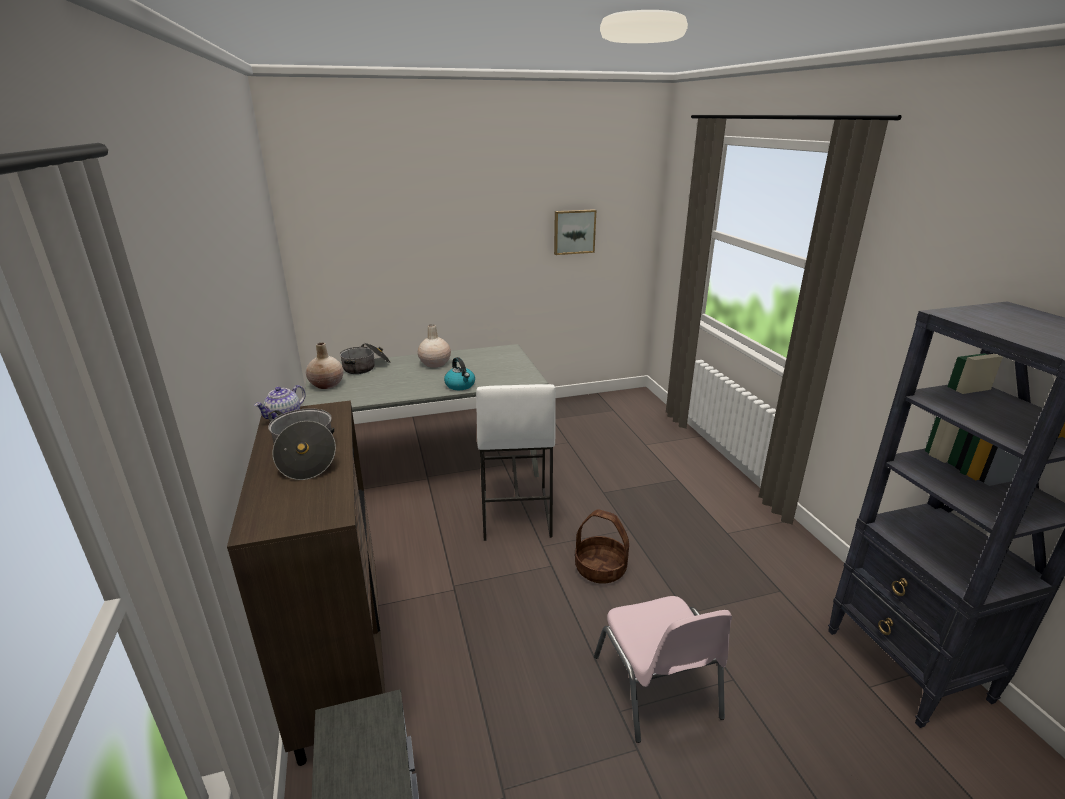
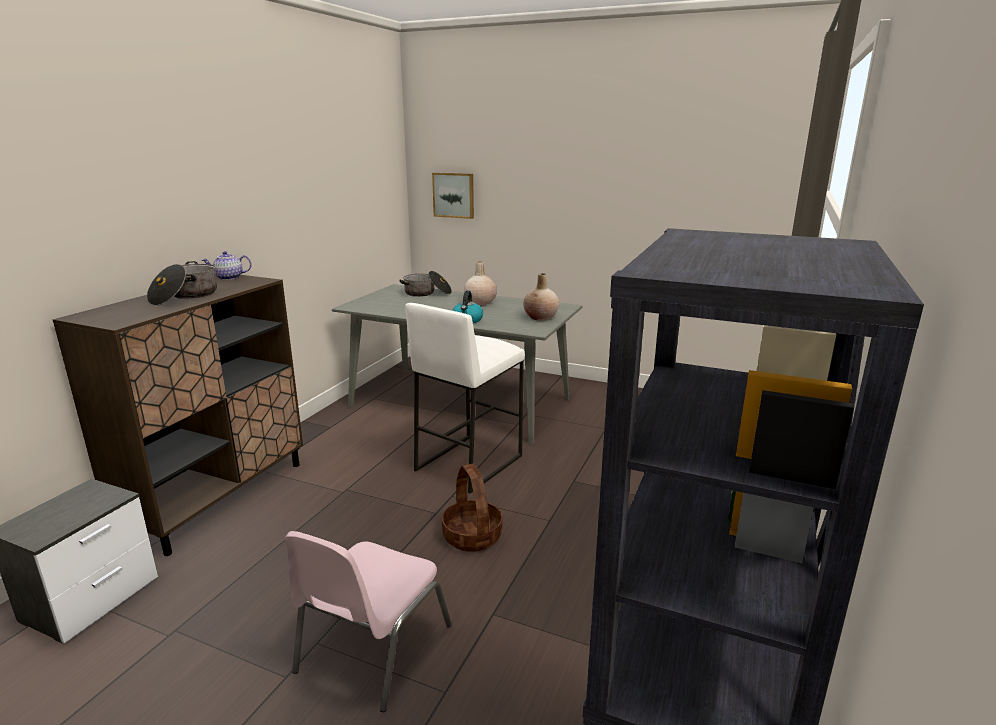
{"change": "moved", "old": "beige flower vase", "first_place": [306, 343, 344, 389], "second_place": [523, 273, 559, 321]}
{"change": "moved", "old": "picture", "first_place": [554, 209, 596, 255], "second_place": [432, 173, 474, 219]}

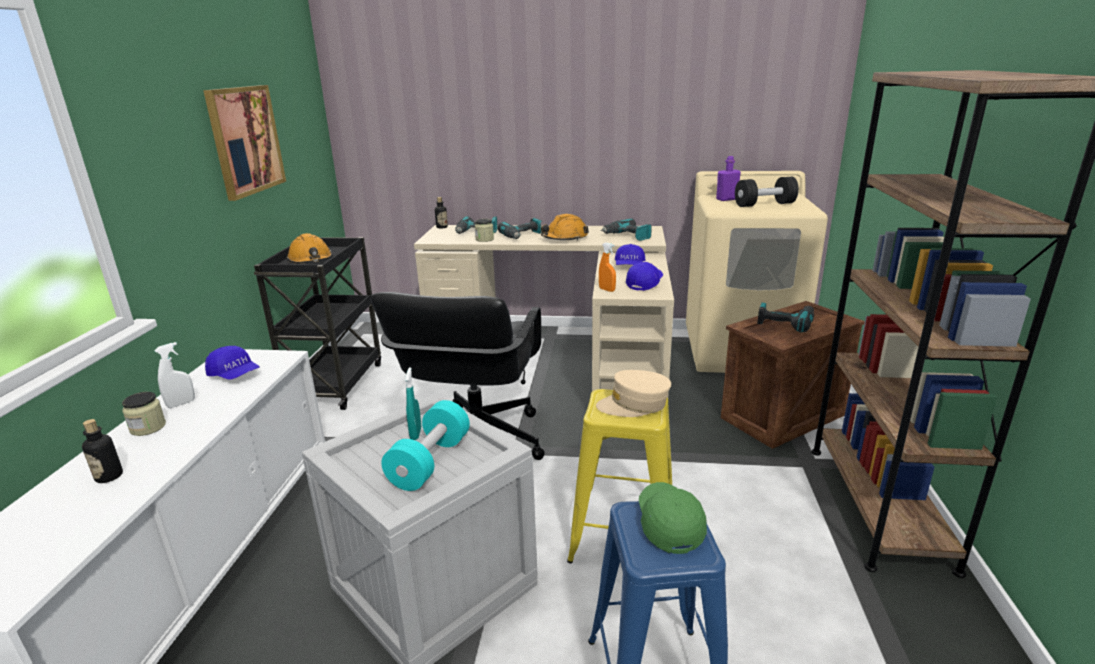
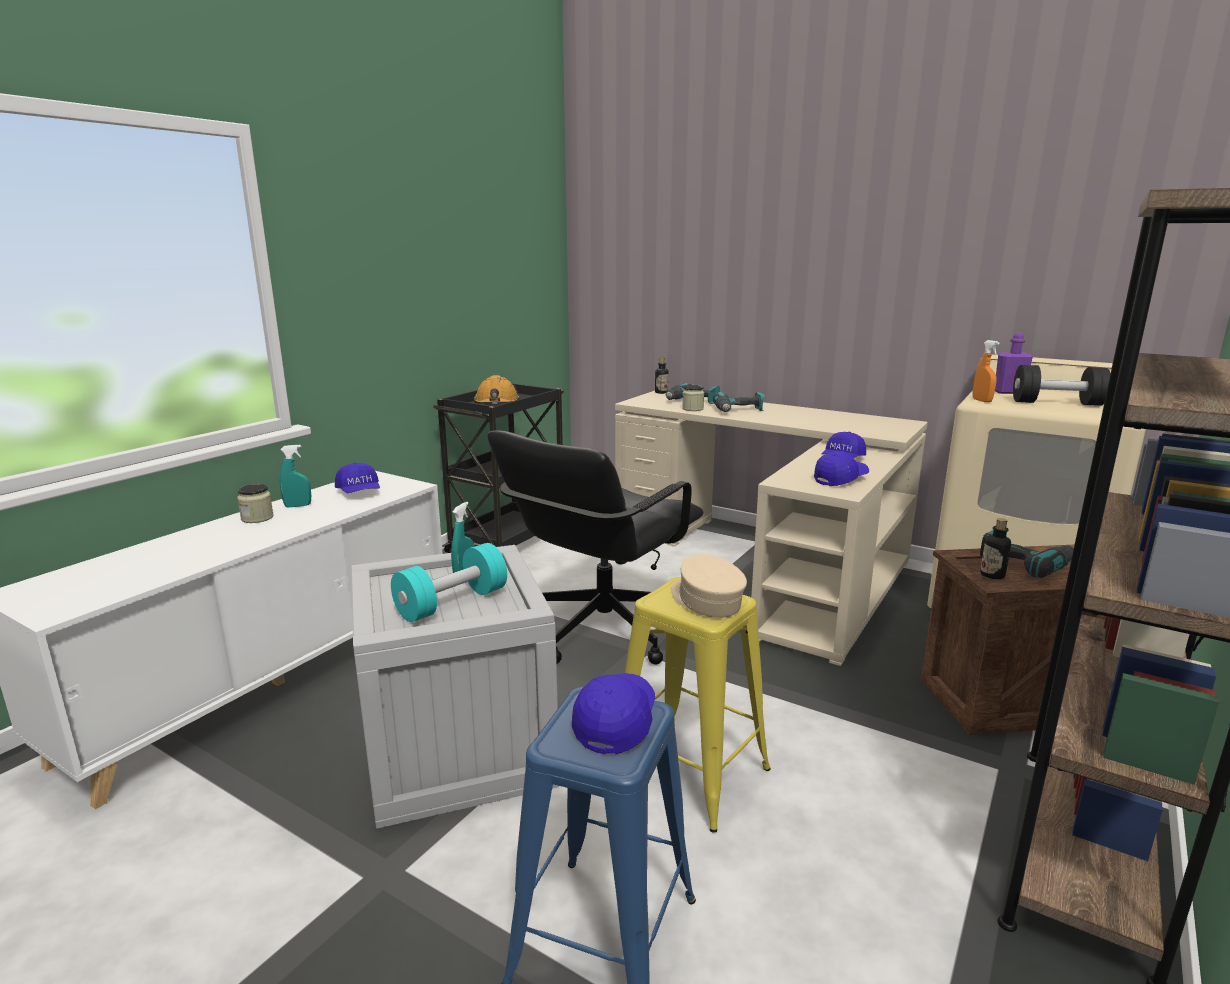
{"change": "removed", "old": "picture", "first_place": [203, 85, 286, 201]}
{"change": "removed", "old": "orange-coloured safety helmet", "first_place": [541, 214, 589, 241]}
{"change": "removed", "old": "electric drill", "first_place": [601, 218, 652, 241]}
{"change": "moved", "old": "drink bottle", "first_place": [82, 419, 123, 483], "second_place": [980, 518, 1011, 579]}
{"change": "moved", "old": "orange-coloured hand sprayer", "first_place": [599, 242, 616, 292], "second_place": [972, 340, 1000, 402]}
{"change": "recoloured", "old": "white hand sprayer", "new": "blue-green hand sprayer", "first_place": [154, 342, 195, 408], "second_place": [280, 445, 311, 508]}
{"change": "recoloured", "old": "green-coloured baseball cap", "new": "blue baseball cap", "first_place": [639, 482, 707, 554], "second_place": [572, 673, 655, 755]}
{"change": "turned", "old": "beige baseball cap", "first_place": [596, 370, 671, 417], "second_place": [671, 554, 747, 618], "degrees": 45}

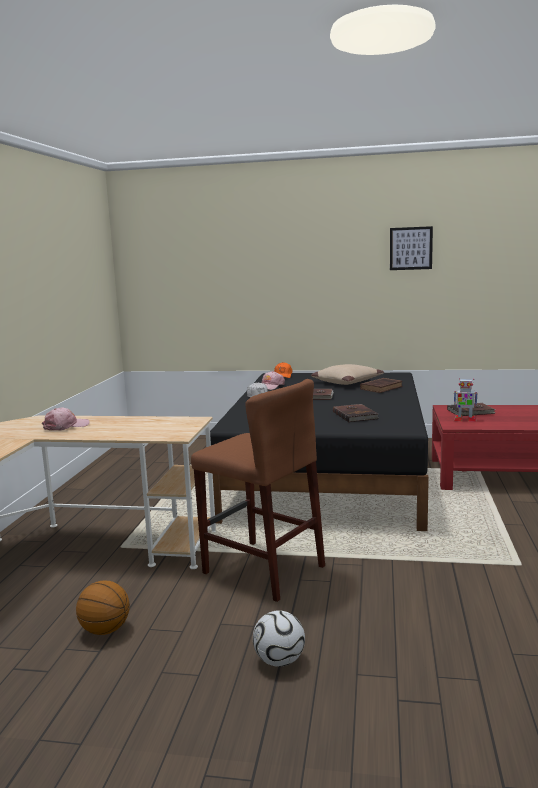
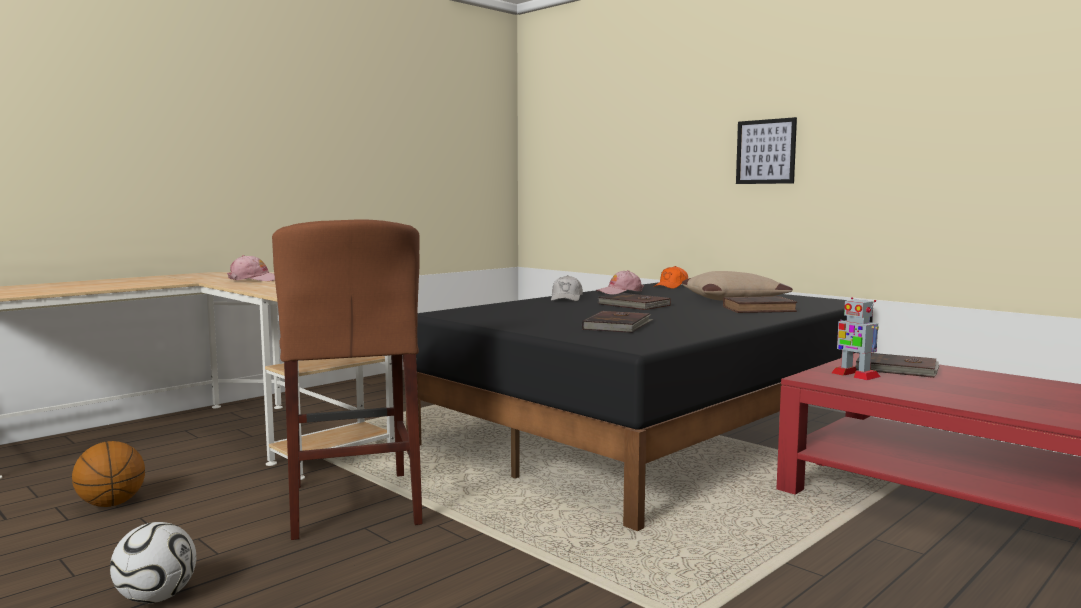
{"change": "moved", "old": "picture", "first_place": [390, 226, 433, 270], "second_place": [736, 117, 797, 184]}

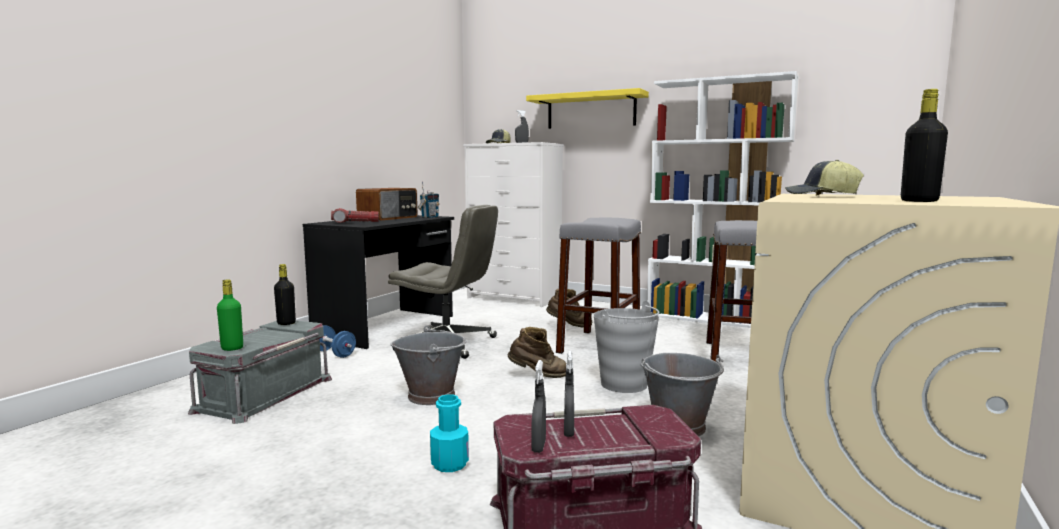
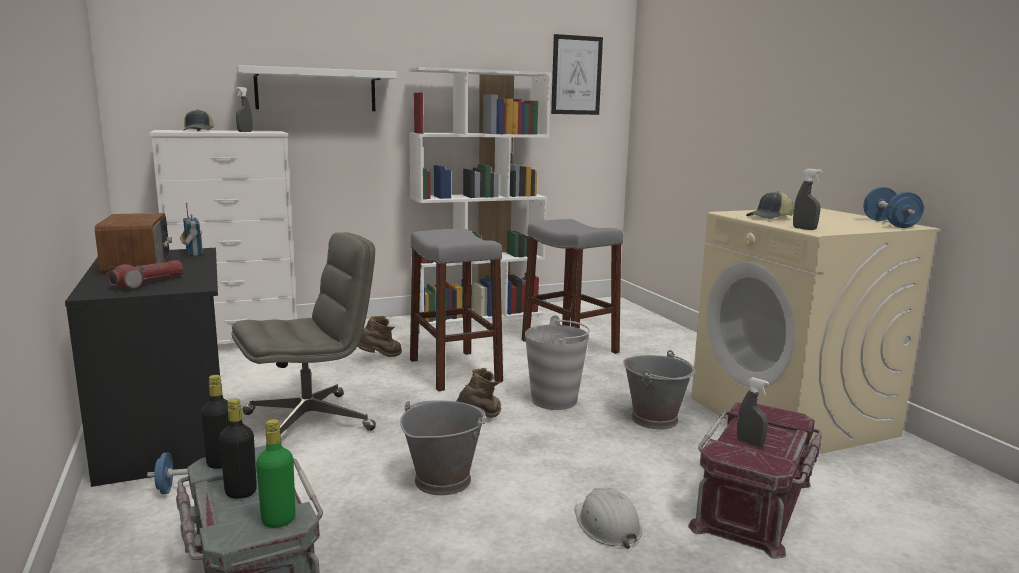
{"change": "added", "new": "picture", "second_place": [551, 34, 603, 115]}
{"change": "added", "new": "blue dumbbell", "second_place": [863, 187, 924, 228]}
{"change": "moved", "old": "gray hand sprayer", "first_place": [531, 360, 546, 453], "second_place": [793, 169, 822, 230]}
{"change": "moved", "old": "black drink bottle", "first_place": [901, 89, 948, 202], "second_place": [219, 398, 257, 499]}
{"change": "replaced", "old": "blue-green drink bottle", "new": "white safety helmet", "first_place": [430, 394, 469, 472], "second_place": [575, 487, 642, 549]}
{"change": "recoloured", "old": "yellowish shelf", "new": "white shelf", "first_place": [526, 88, 649, 129], "second_place": [237, 65, 397, 111]}

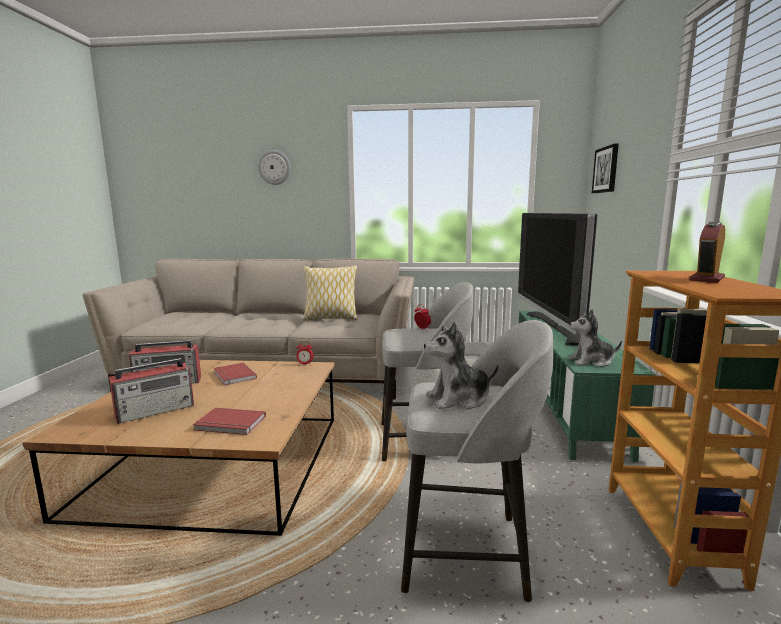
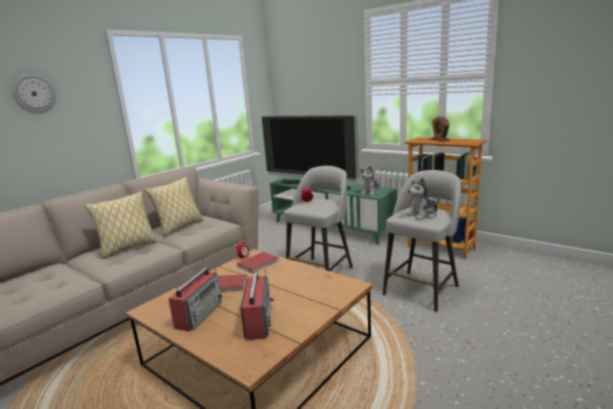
{"change": "removed", "old": "picture", "first_place": [592, 143, 619, 193]}
{"change": "added", "new": "throw pillow", "second_place": [84, 191, 158, 259]}
{"change": "moved", "old": "reddish volume", "first_place": [193, 408, 266, 435], "second_place": [237, 252, 279, 273]}
{"change": "turned", "old": "plush toy", "first_place": [424, 321, 499, 409], "second_place": [407, 178, 440, 220], "degrees": 45}

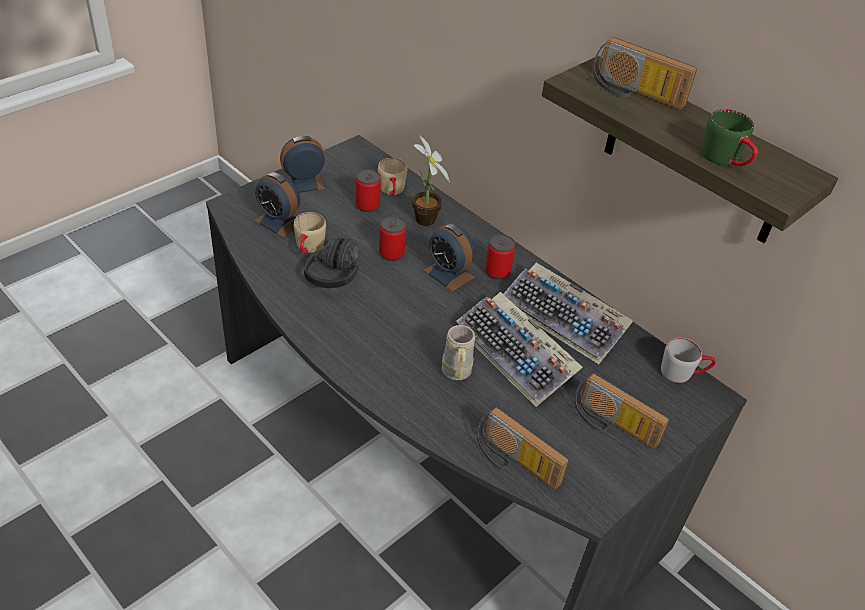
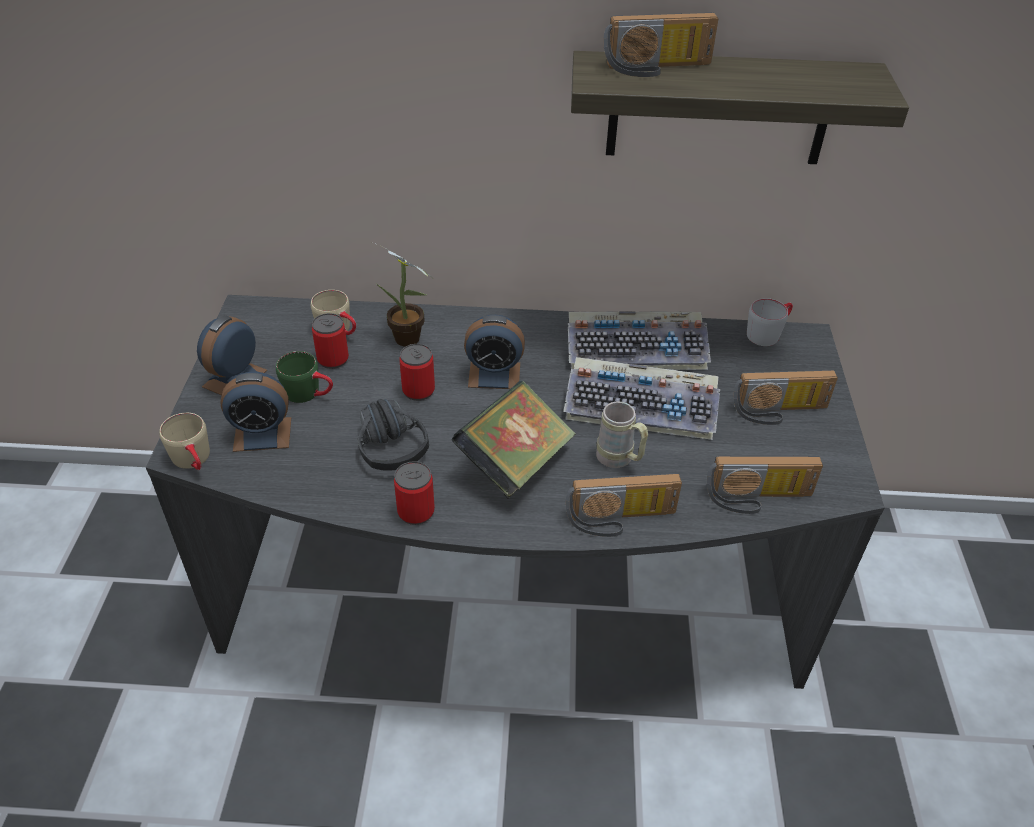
{"change": "added", "new": "volume", "second_place": [451, 381, 576, 499]}
{"change": "added", "new": "radio set", "second_place": [566, 473, 682, 537]}
{"change": "moved", "old": "beige coffee mug", "first_place": [294, 212, 326, 254], "second_place": [160, 413, 210, 470]}
{"change": "moved", "old": "sealed can", "first_place": [485, 234, 515, 280], "second_place": [394, 461, 435, 525]}
{"change": "moved", "old": "green-coloured coffee mug", "first_place": [702, 109, 757, 166], "second_place": [276, 351, 333, 403]}

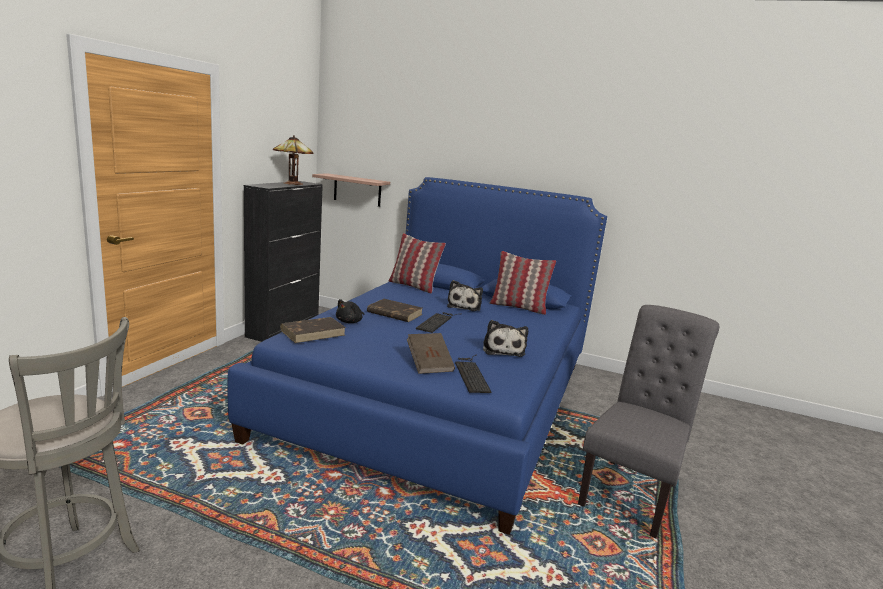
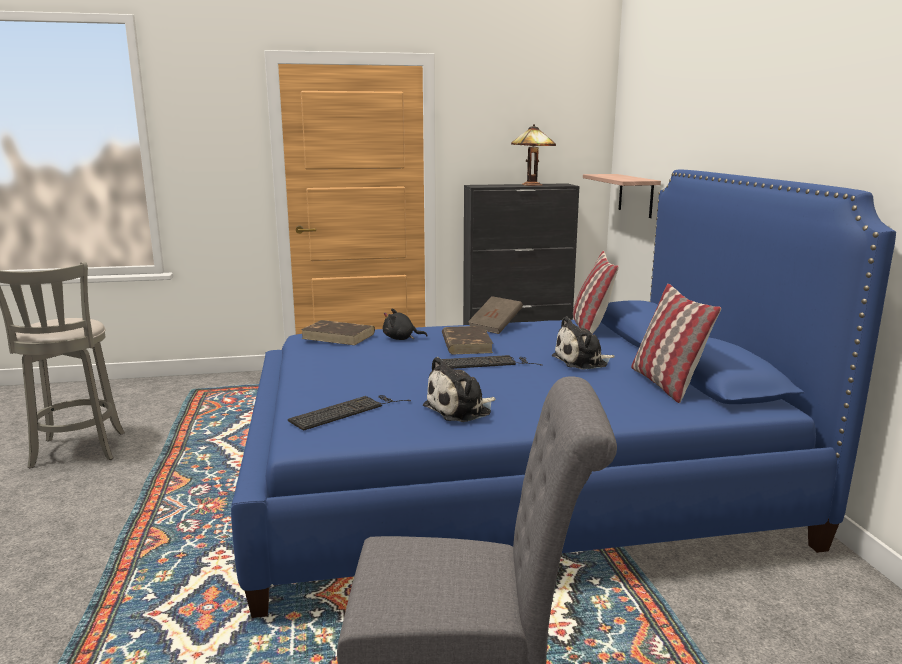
{"change": "moved", "old": "brownish volume", "first_place": [407, 333, 455, 374], "second_place": [468, 296, 523, 334]}

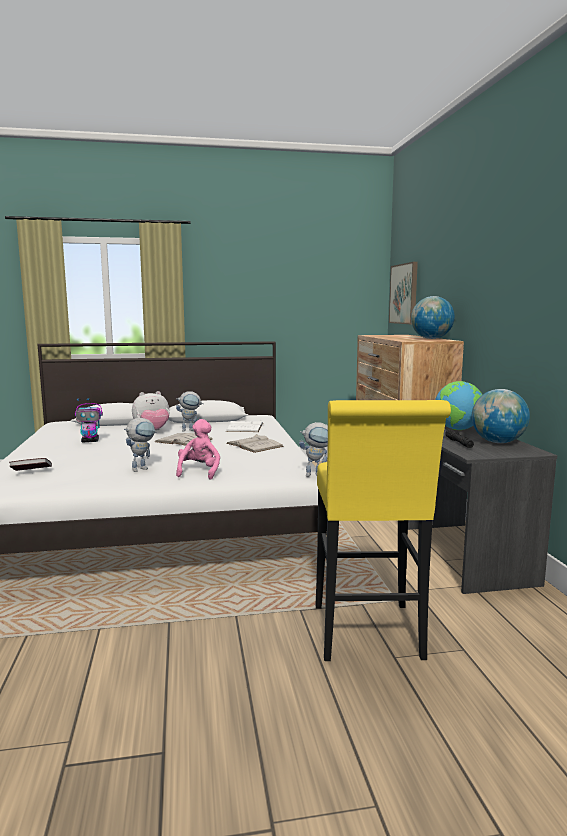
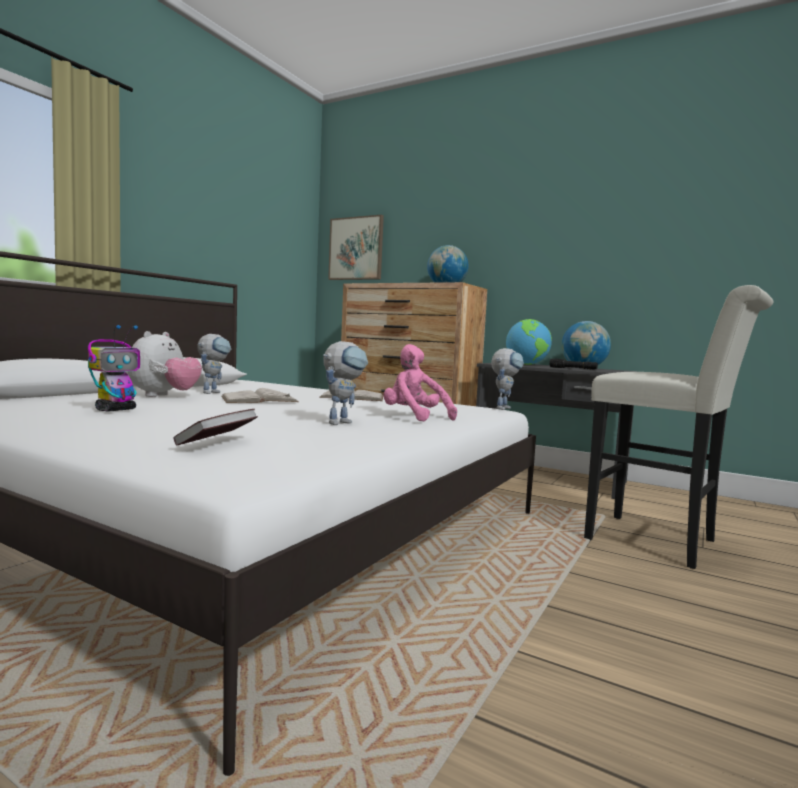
{"change": "removed", "old": "white volume", "first_place": [226, 420, 264, 432]}
{"change": "recoloured", "old": "yellowish stool seat", "new": "white stool seat", "first_place": [315, 400, 451, 661], "second_place": [584, 285, 773, 569]}
{"change": "turned", "old": "toy robot", "first_place": [124, 418, 157, 472], "second_place": [323, 341, 368, 425], "degrees": 45}

